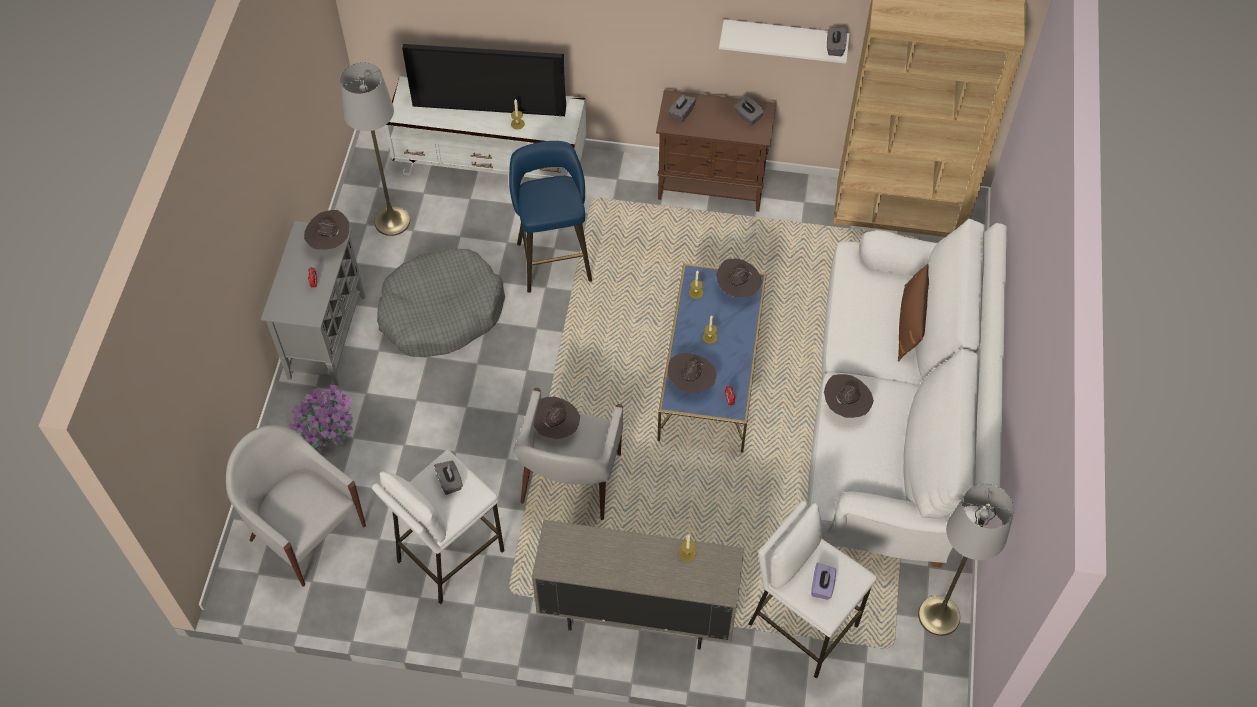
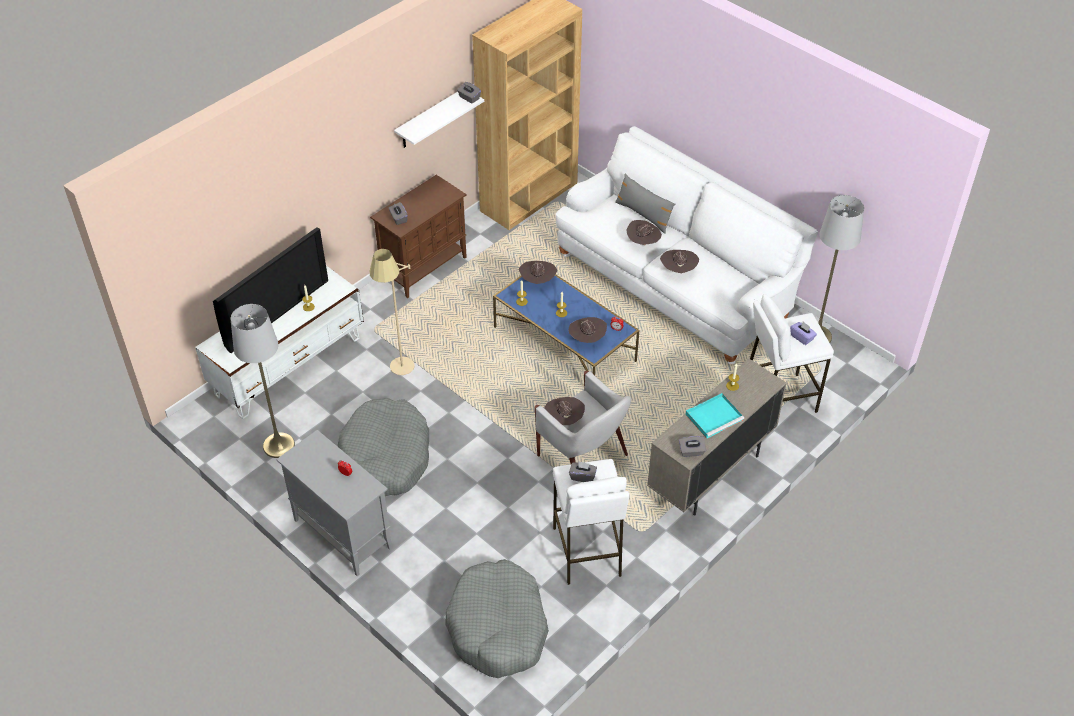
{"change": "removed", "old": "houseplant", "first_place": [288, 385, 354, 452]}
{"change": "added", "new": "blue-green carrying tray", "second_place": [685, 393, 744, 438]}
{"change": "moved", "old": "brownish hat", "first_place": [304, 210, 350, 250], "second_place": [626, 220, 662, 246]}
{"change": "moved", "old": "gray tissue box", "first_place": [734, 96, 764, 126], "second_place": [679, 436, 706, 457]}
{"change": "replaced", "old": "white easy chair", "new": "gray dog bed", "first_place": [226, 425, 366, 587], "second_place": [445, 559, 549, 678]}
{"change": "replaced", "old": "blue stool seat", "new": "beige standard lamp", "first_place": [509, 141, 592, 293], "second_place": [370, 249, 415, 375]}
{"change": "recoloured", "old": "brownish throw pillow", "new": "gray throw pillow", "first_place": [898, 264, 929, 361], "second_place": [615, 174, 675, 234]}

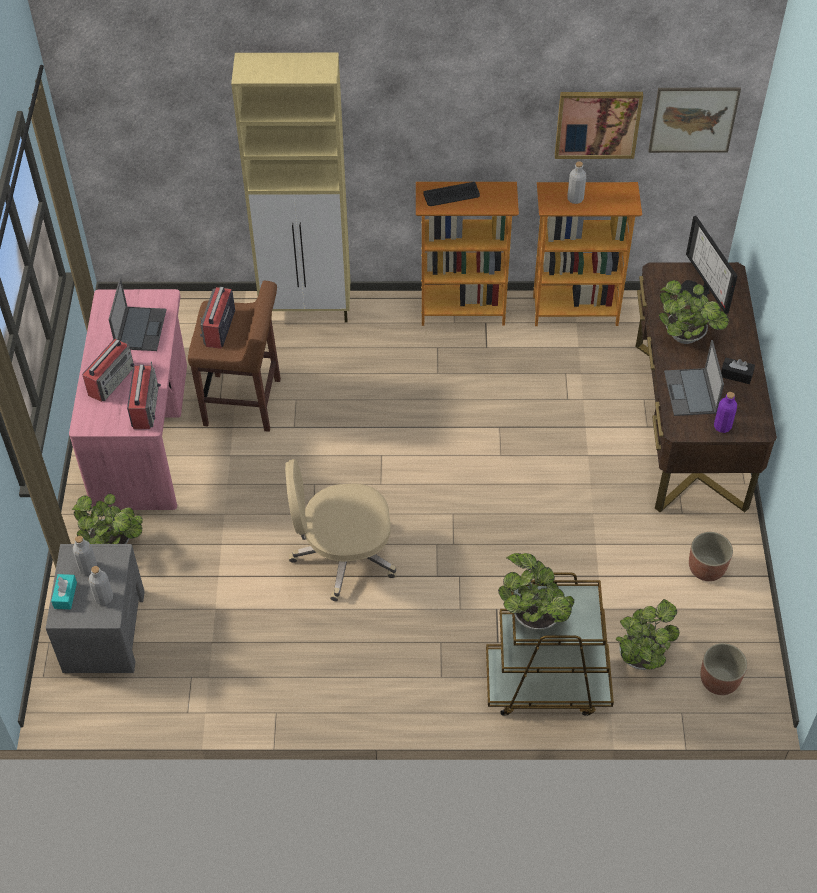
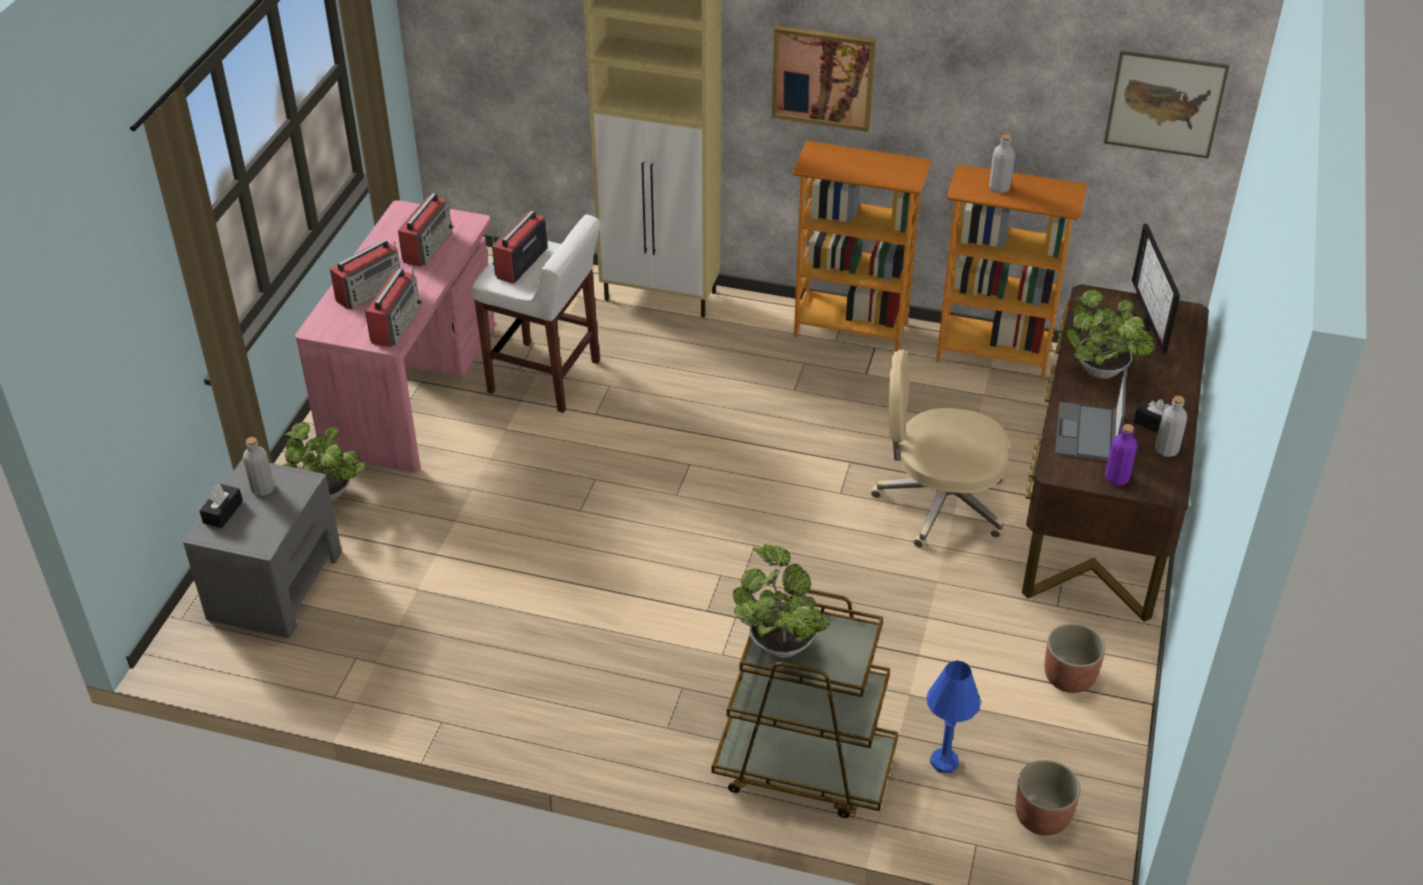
{"change": "removed", "old": "keyboard", "first_place": [423, 182, 480, 206]}
{"change": "moved", "old": "gray drink bottle", "first_place": [89, 566, 113, 605], "second_place": [1155, 396, 1187, 457]}
{"change": "moved", "old": "beige desk chair", "first_place": [285, 459, 396, 602], "second_place": [871, 350, 1009, 548]}
{"change": "moved", "old": "picture", "first_place": [555, 92, 643, 159], "second_place": [772, 25, 876, 132]}
{"change": "replaced", "old": "portable computer", "new": "radio set", "first_place": [109, 278, 166, 351], "second_place": [398, 192, 453, 267]}
{"change": "replaced", "old": "houseplant", "new": "blue tabletop lamp", "first_place": [616, 599, 680, 670], "second_place": [926, 660, 981, 773]}
{"change": "recoloured", "old": "blue-green tissue box", "new": "black tissue box", "first_place": [51, 574, 77, 609], "second_place": [200, 484, 243, 528]}
{"change": "recoloured", "old": "brownish stool seat", "new": "white stool seat", "first_place": [188, 281, 281, 432], "second_place": [472, 214, 600, 413]}

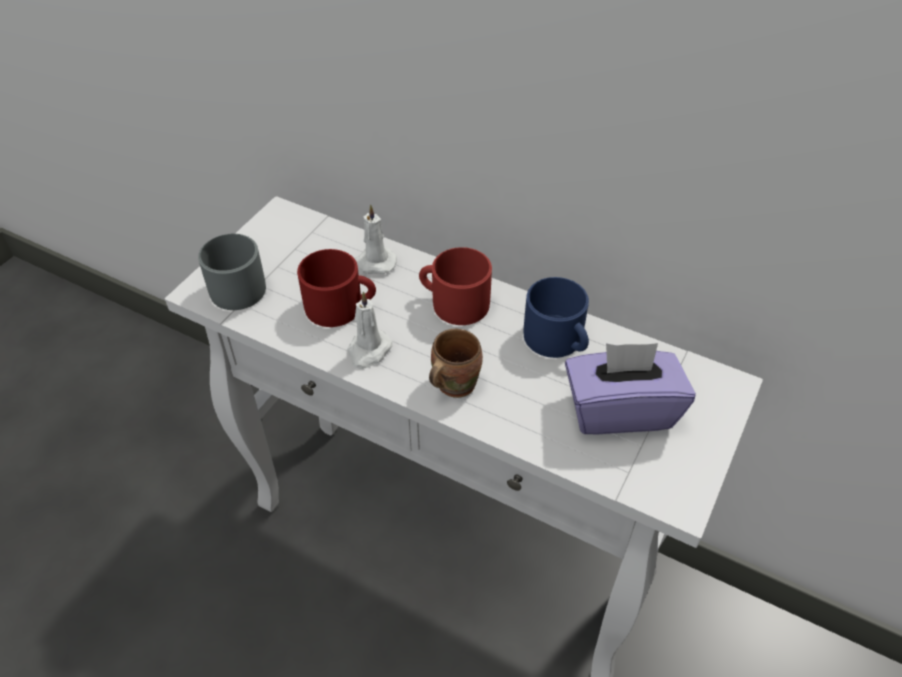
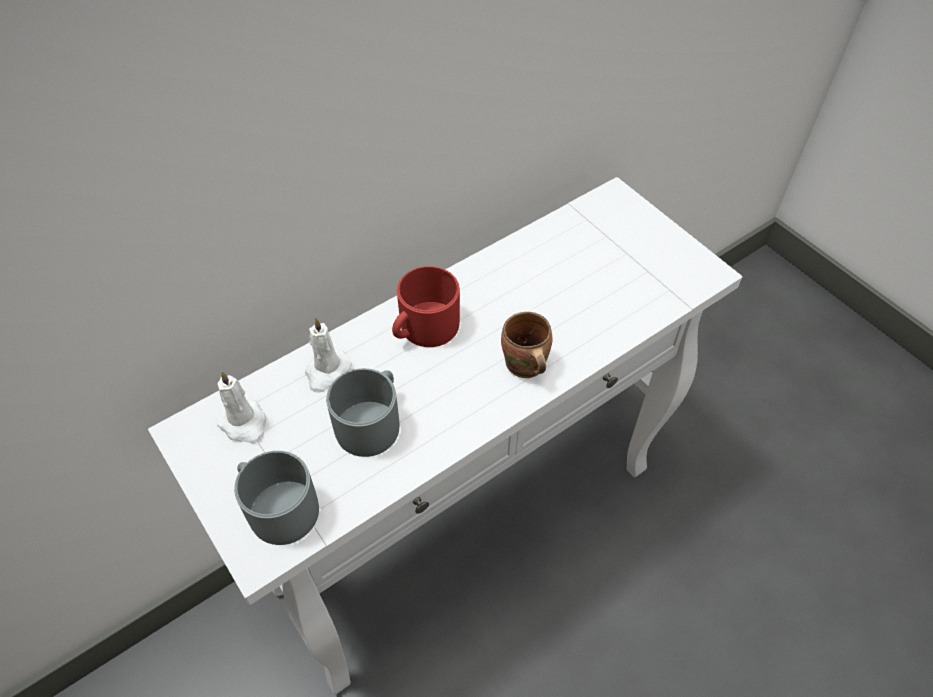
{"change": "removed", "old": "blue coffee mug", "first_place": [524, 277, 589, 358]}
{"change": "removed", "old": "purplish tissue box", "first_place": [565, 343, 696, 434]}
{"change": "moved", "old": "white wax candle", "first_place": [347, 292, 392, 369], "second_place": [217, 371, 267, 443]}
{"change": "recoloured", "old": "reddish coffee mug", "new": "gray coffee mug", "first_place": [297, 249, 376, 327], "second_place": [326, 368, 399, 457]}

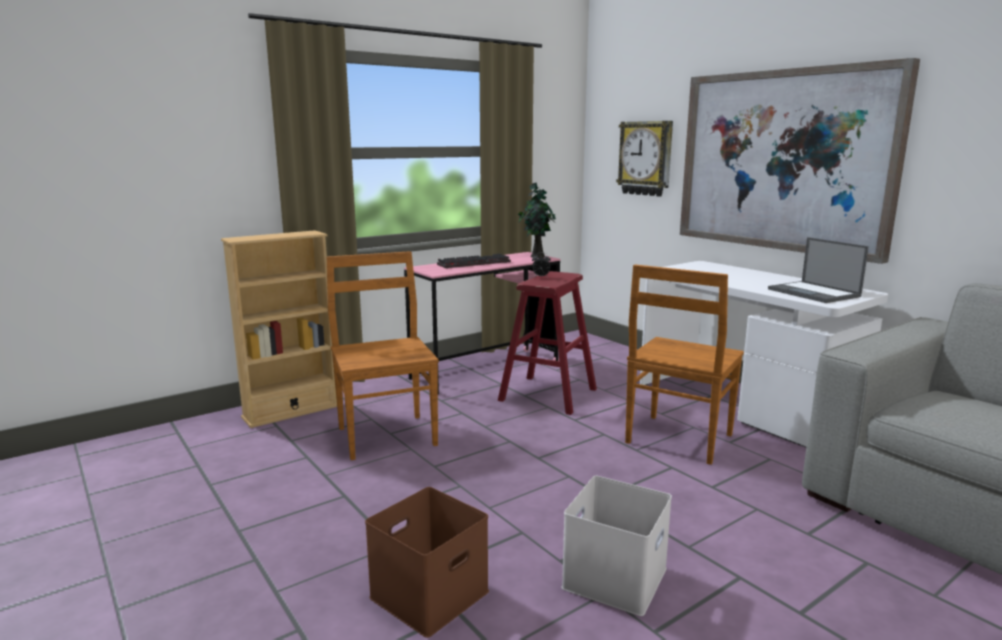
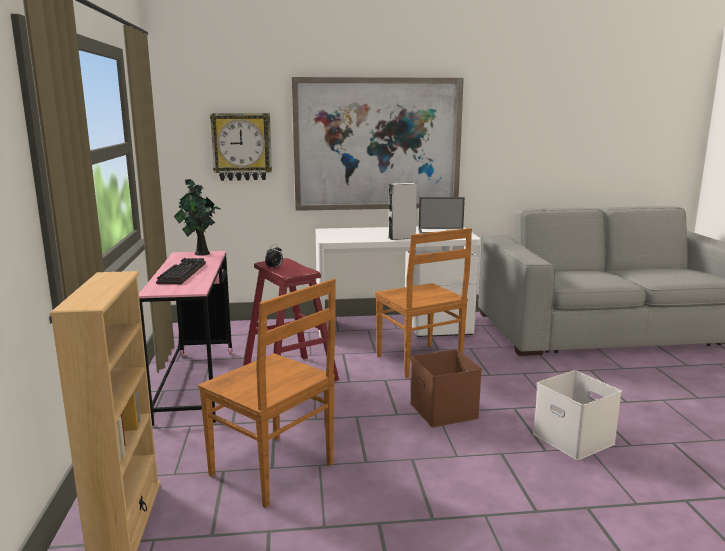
{"change": "added", "new": "gray speaker", "second_place": [389, 183, 417, 240]}
{"change": "moved", "old": "brownish storage box", "first_place": [365, 487, 489, 638], "second_place": [410, 349, 482, 427]}
{"change": "turned", "old": "brownish chair", "first_place": [326, 251, 439, 460], "second_place": [198, 279, 336, 508], "degrees": -150}

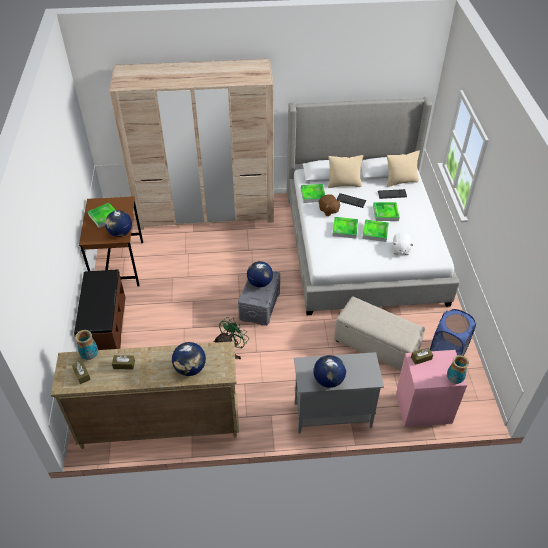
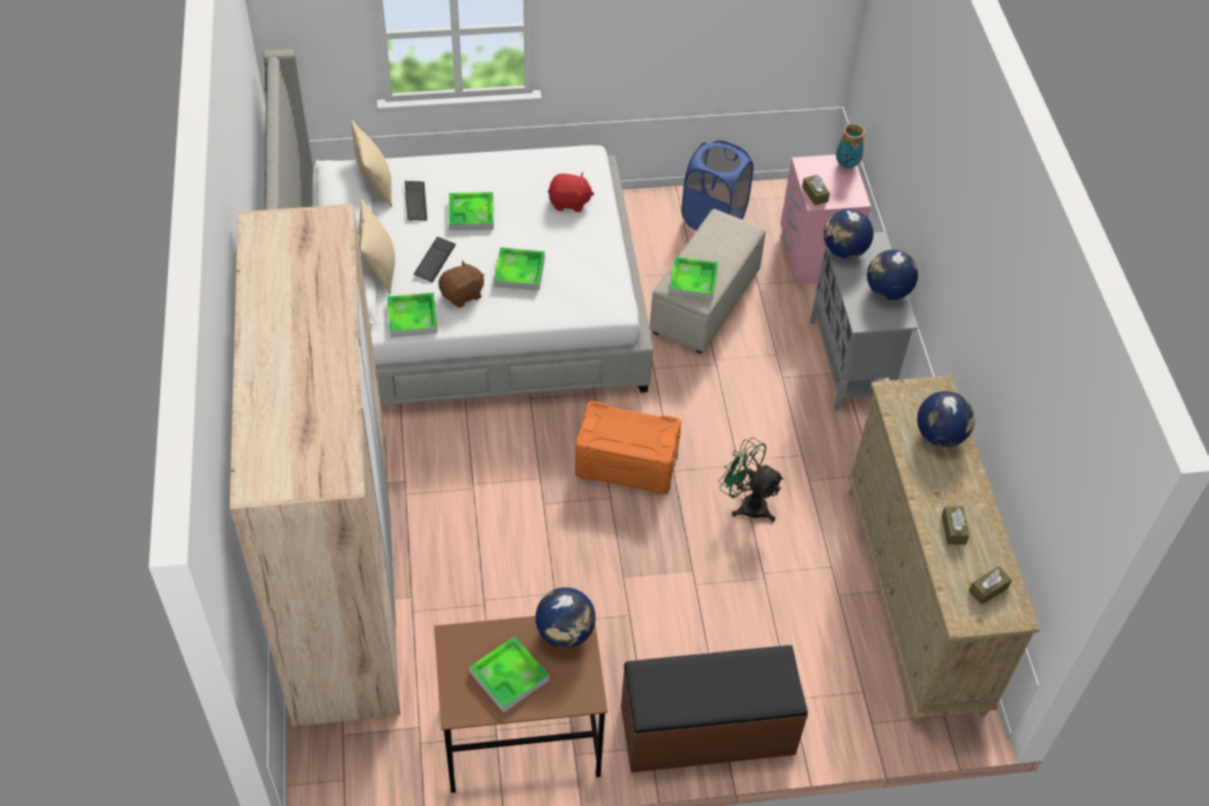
{"change": "removed", "old": "flower vase", "first_place": [75, 330, 98, 360]}
{"change": "moved", "old": "desk globe", "first_place": [247, 261, 273, 287], "second_place": [824, 209, 873, 259]}
{"change": "moved", "old": "carrying tray", "first_place": [362, 219, 389, 242], "second_place": [669, 257, 719, 300]}
{"change": "recoloured", "old": "gray storage box", "new": "orange-coloured storage box", "first_place": [238, 271, 280, 326], "second_place": [575, 401, 681, 495]}
{"change": "recoloured", "old": "white plush toy", "new": "reddish plush toy", "first_place": [393, 233, 413, 255], "second_place": [548, 173, 594, 212]}

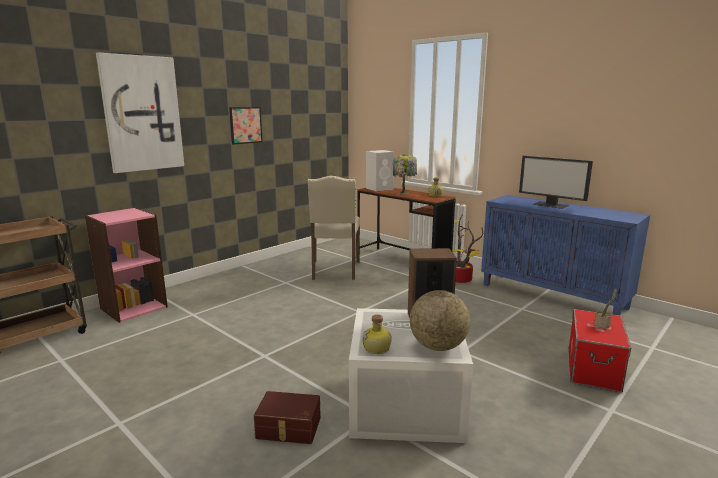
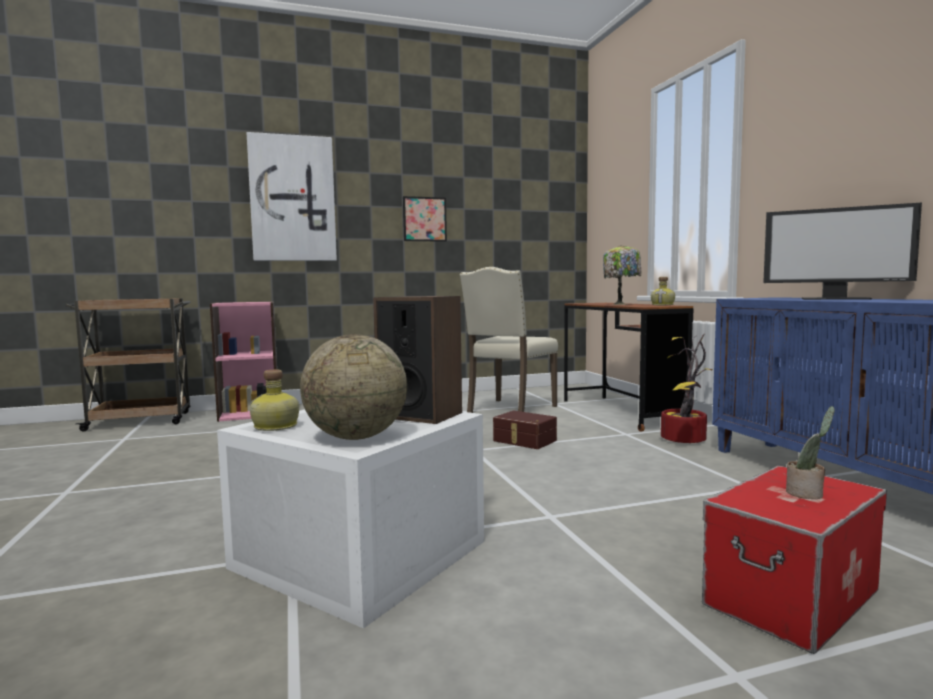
{"change": "removed", "old": "white speaker", "first_place": [366, 150, 394, 191]}
{"change": "moved", "old": "brownish storage box", "first_place": [254, 391, 321, 444], "second_place": [493, 411, 557, 449]}
{"change": "turned", "old": "computer screen", "first_place": [519, 156, 593, 209], "second_place": [763, 203, 922, 300], "degrees": -45}

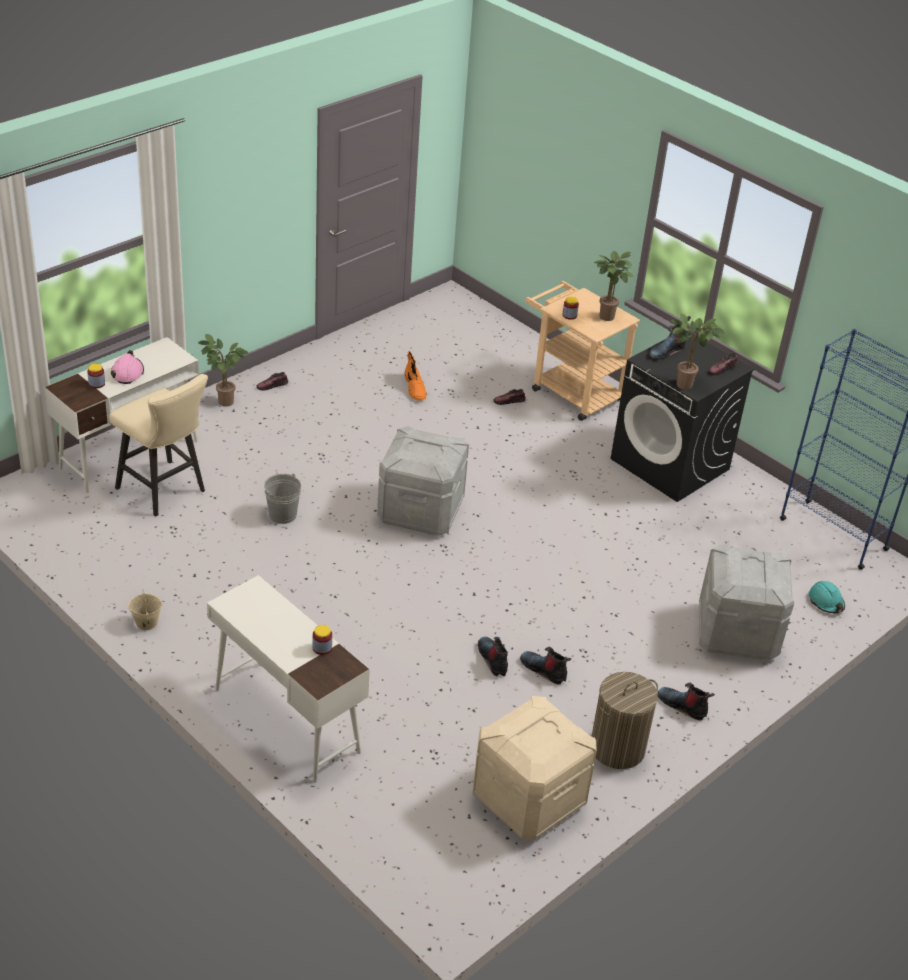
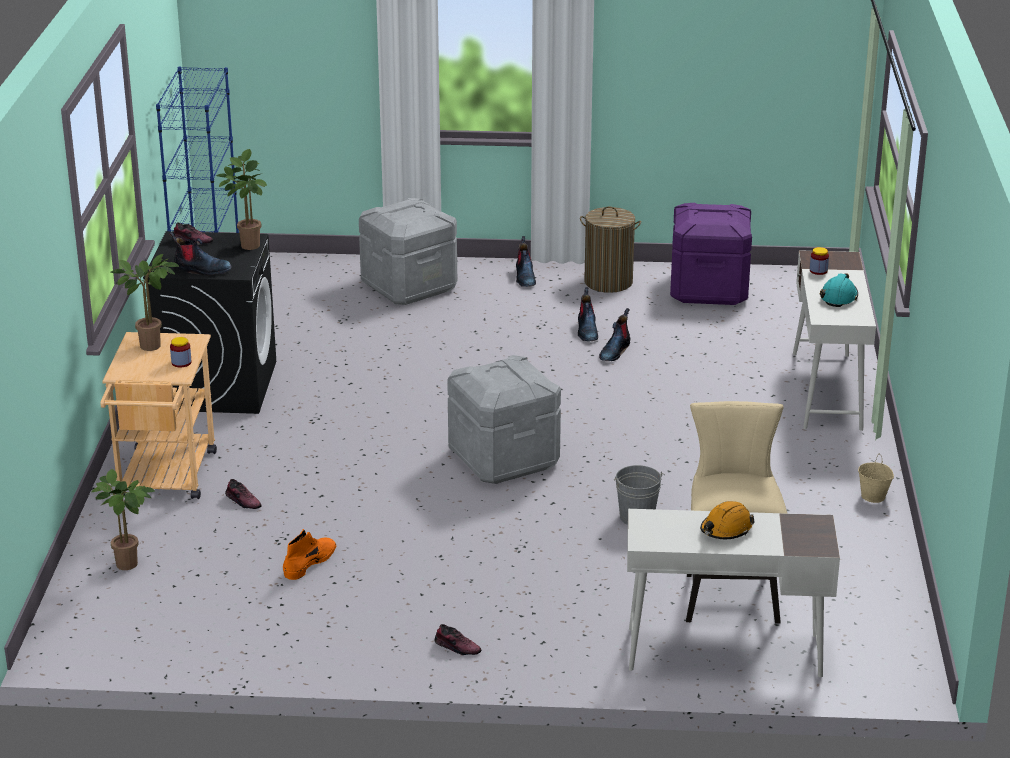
{"change": "removed", "old": "storage jar", "first_place": [87, 364, 105, 389]}
{"change": "moved", "old": "houseplant", "first_place": [198, 334, 249, 407], "second_place": [91, 469, 155, 570]}
{"change": "moved", "old": "blue-green safety helmet", "first_place": [809, 581, 845, 613], "second_place": [820, 273, 858, 307]}
{"change": "recoloured", "old": "pink safety helmet", "new": "orange-coloured safety helmet", "first_place": [111, 350, 144, 384], "second_place": [700, 501, 754, 539]}
{"change": "recoloured", "old": "beige storage box", "new": "purplish storage box", "first_place": [473, 696, 596, 840], "second_place": [670, 203, 752, 305]}

